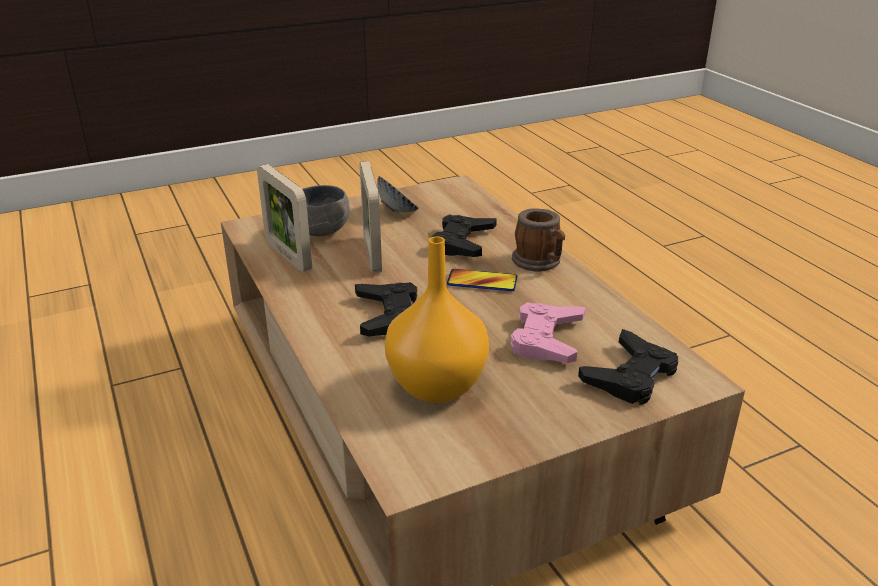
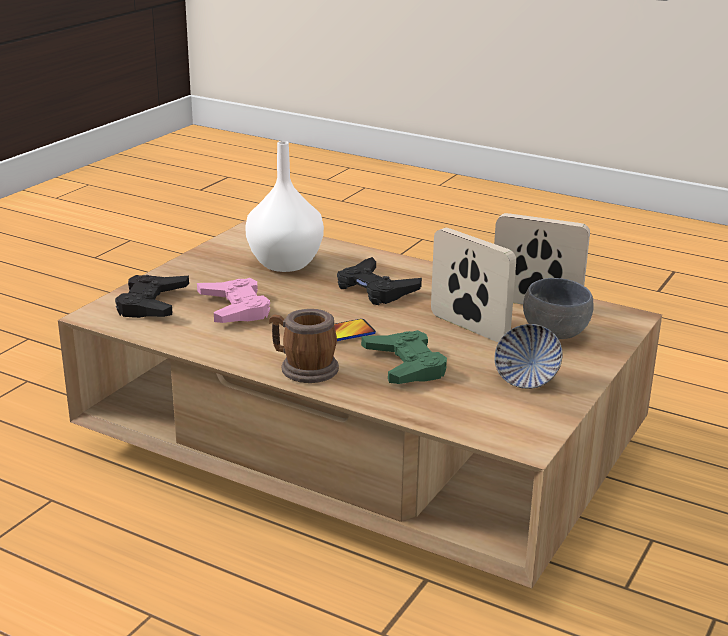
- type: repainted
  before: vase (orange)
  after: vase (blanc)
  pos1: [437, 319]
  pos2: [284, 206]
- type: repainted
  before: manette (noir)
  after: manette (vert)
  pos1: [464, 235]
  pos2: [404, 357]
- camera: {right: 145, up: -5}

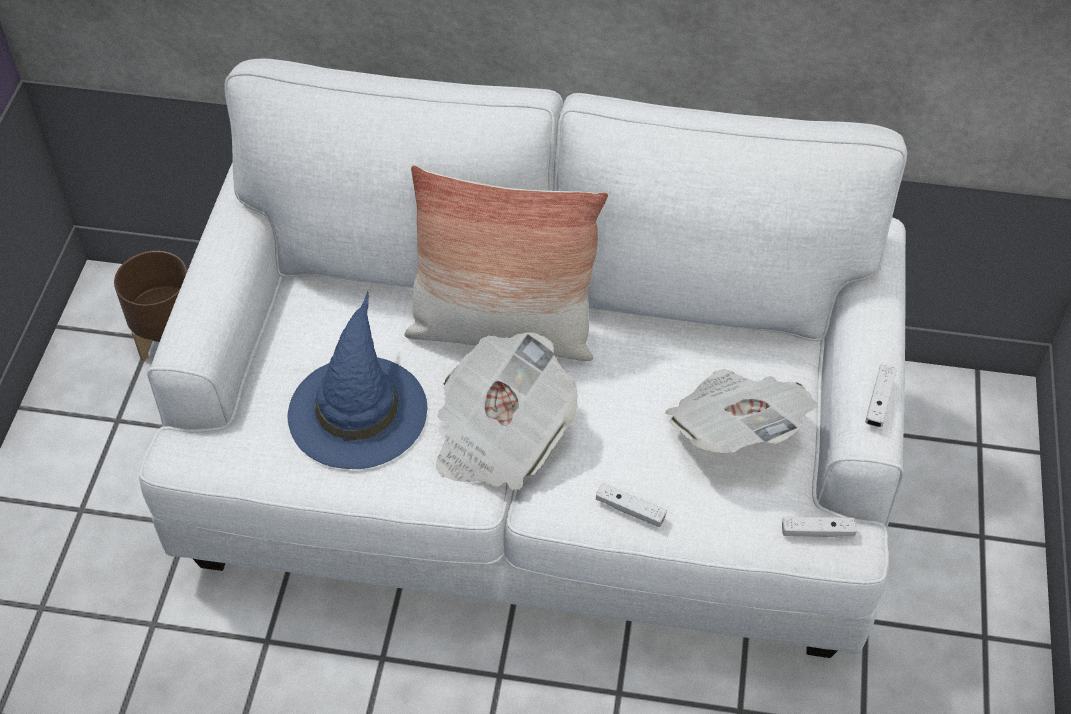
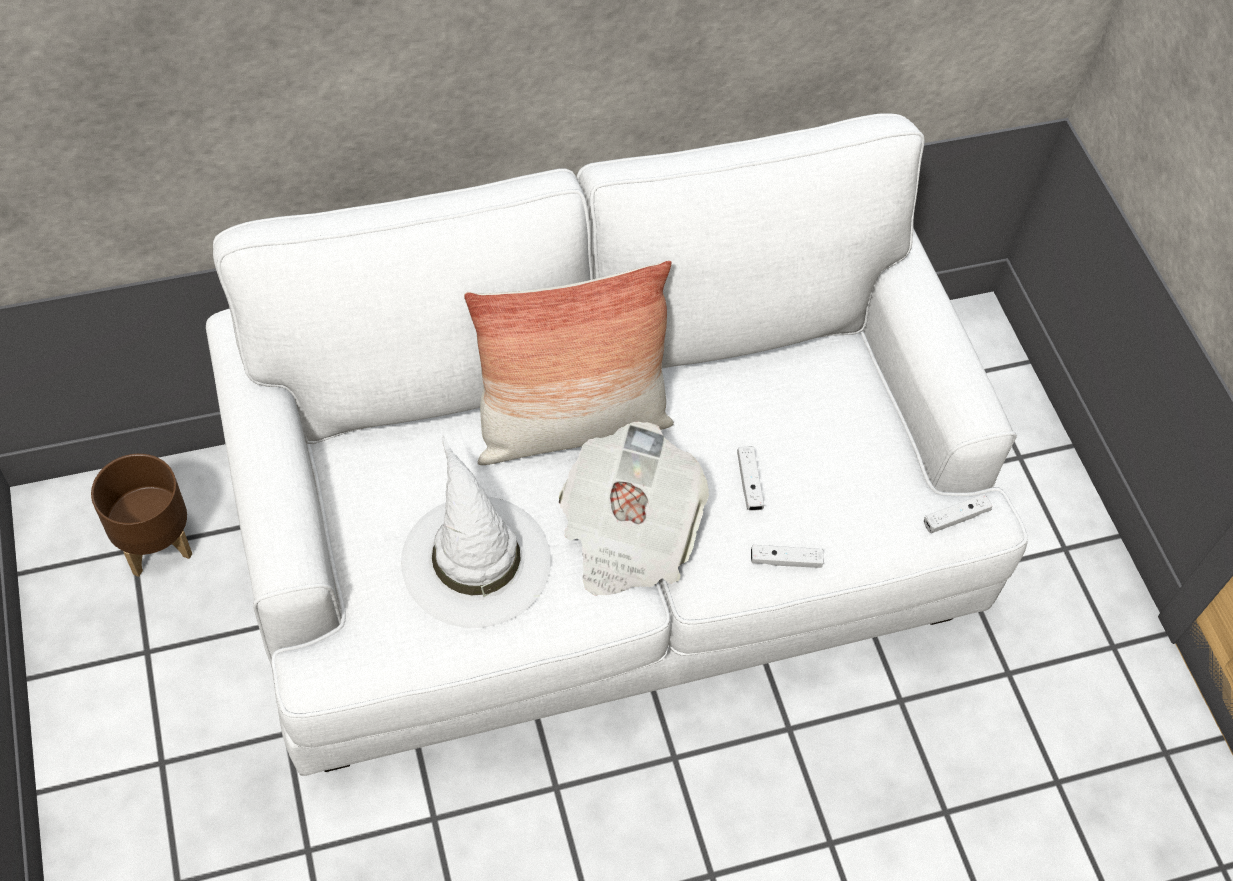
- type: repainted
  before: chapeau (bleu)
  after: chapeau (blanc)
  pos1: [358, 380]
  pos2: [476, 532]
- type: shifted
  before: manette (blanc)
  pos1: [881, 396]
  pos2: [750, 478]
- type: gone
  before: journal
  pos1: [741, 411]
- camera: {right: -30, up: 5}

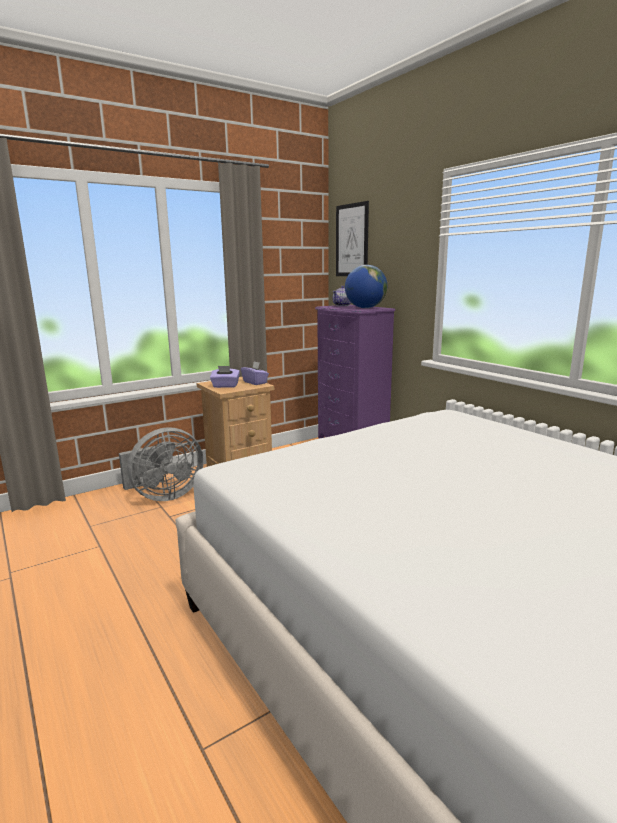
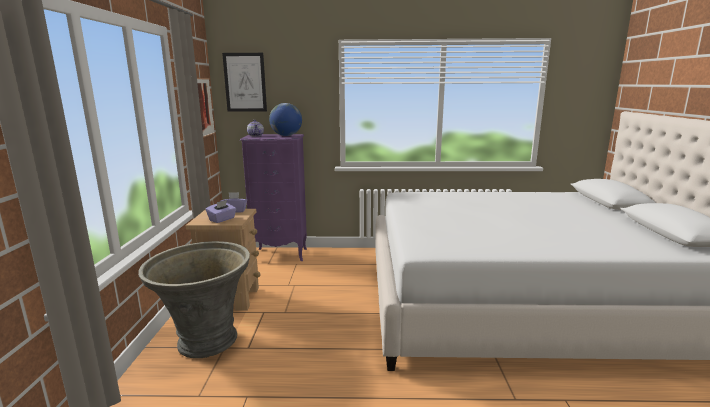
- type: swapped
  before: ventilateur (gris)
  after: cache-pot (gris)
  pos1: [161, 464]
  pos2: [194, 299]
- type: new
  after: tableau
  pos2: [206, 107]
- camera: {right: -55, up: 0}

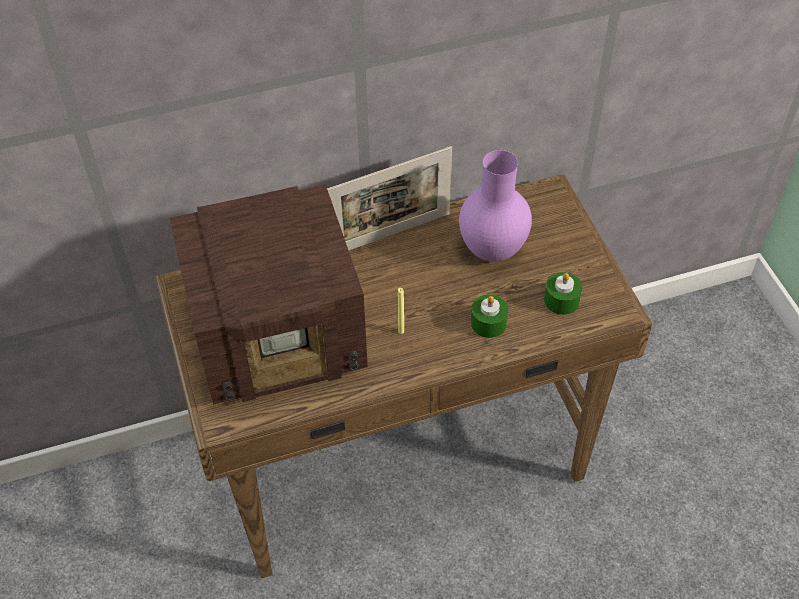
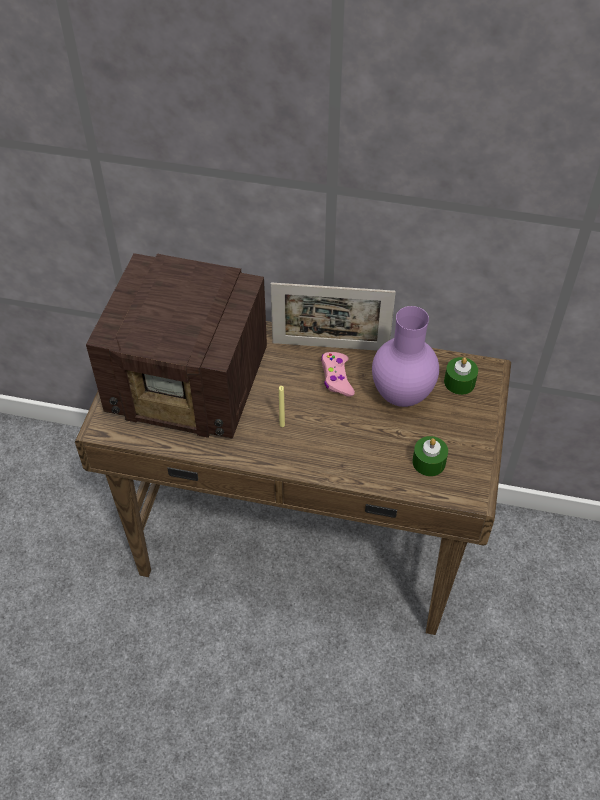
- type: new
  after: manette (rose)
  pos2: [338, 374]
- type: shifted
  before: bougie (vert)
  pos1: [489, 316]
  pos2: [461, 376]
- camera: {right: 30, up: 0}

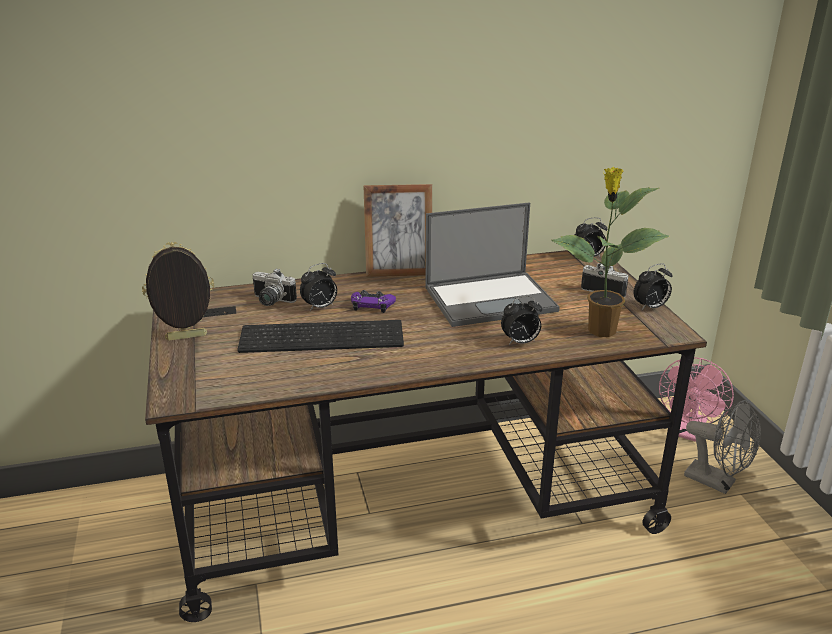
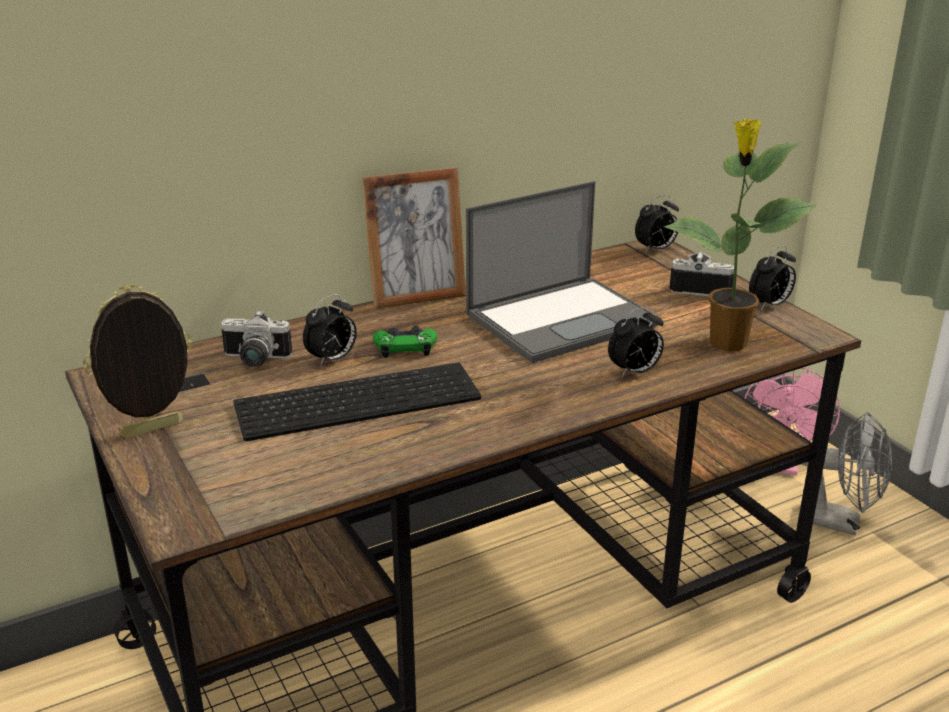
- type: repainted
  before: manette (violet)
  after: manette (vert)
  pos1: [373, 301]
  pos2: [405, 342]
- camera: {right: -15, up: 0}

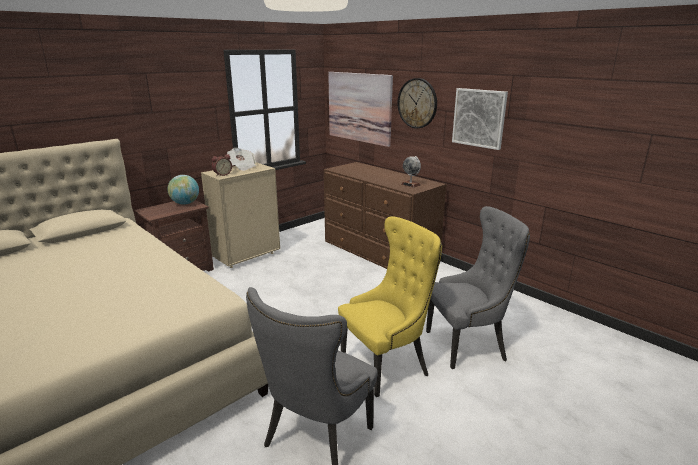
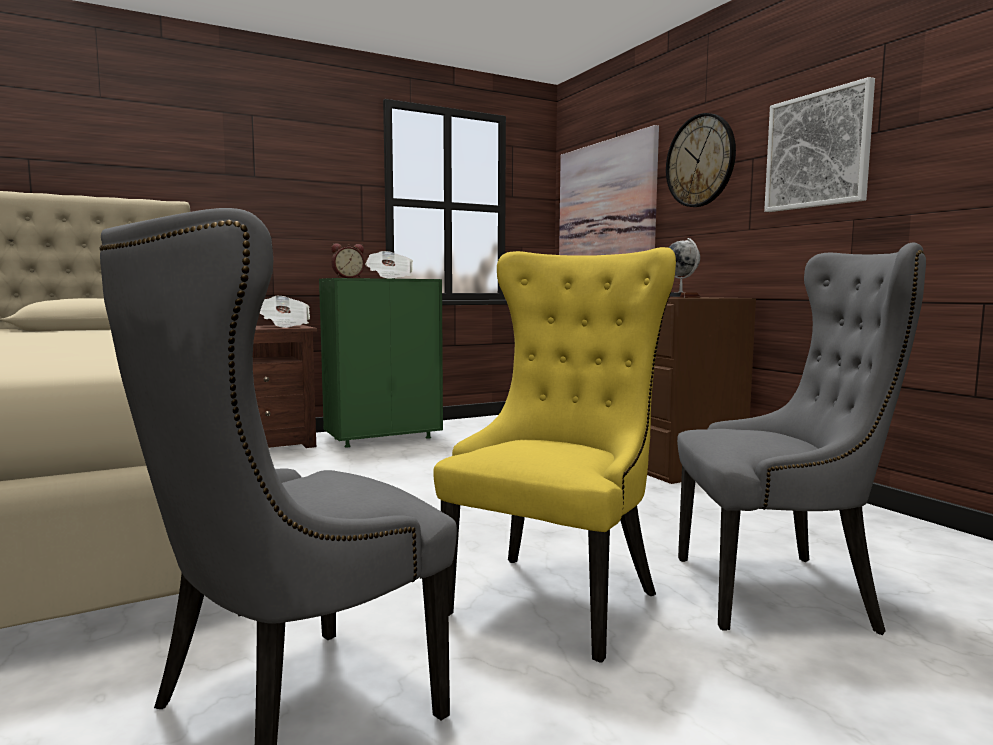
- type: swapped
  before: globe
  after: journal
  pos1: [183, 190]
  pos2: [285, 312]
- type: repainted
  before: meuble de rangement (beige)
  after: meuble de rangement (vert)
  pos1: [240, 215]
  pos2: [381, 362]
- type: rotated
  before: chaise (jaune)
  pos1: [390, 306]
  pos2: [554, 455]
  turn: -45
- camera: {right: 15, up: -15}

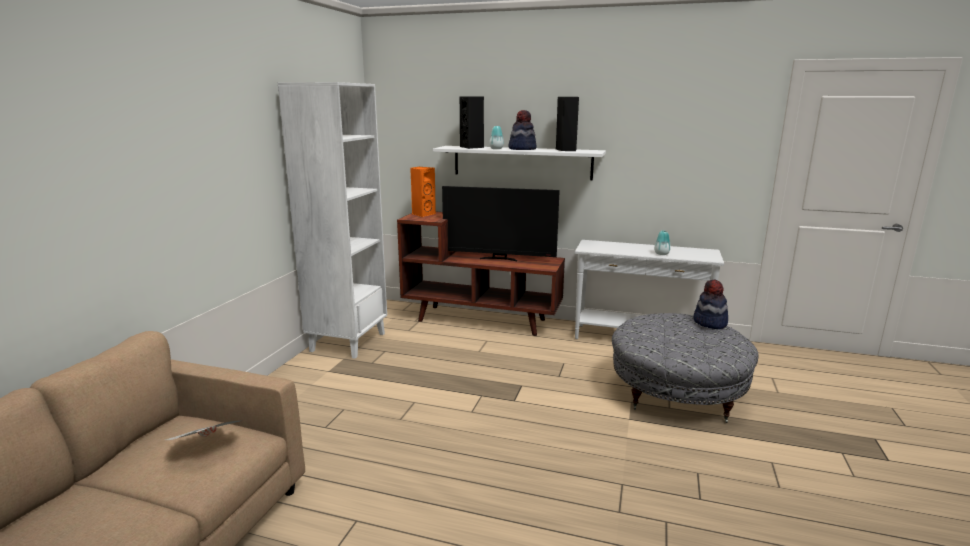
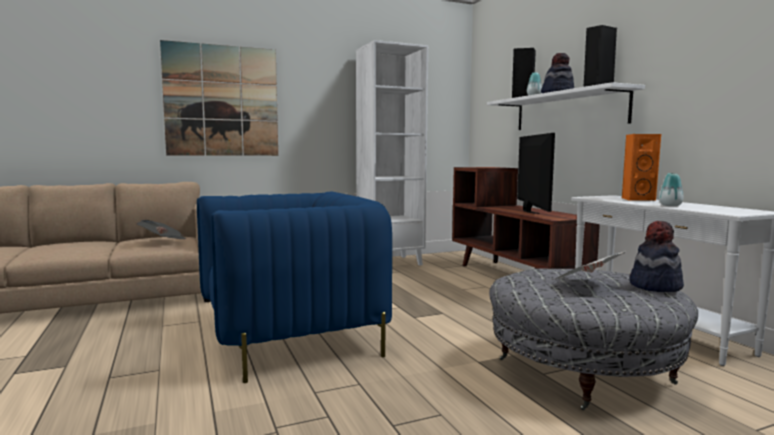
- type: new
  after: tableau
  pos2: [219, 98]
- type: new
  after: fauteuil (bleu)
  pos2: [294, 287]
- type: rotated
  before: téléviseur
  pos1: [501, 223]
  pos2: [536, 173]
  turn: -150
- type: new
  after: journal
  pos2: [588, 265]
- type: shifted
  before: enceinte (orange)
  pos1: [423, 192]
  pos2: [641, 167]
- camera: {right: 50, up: -10}

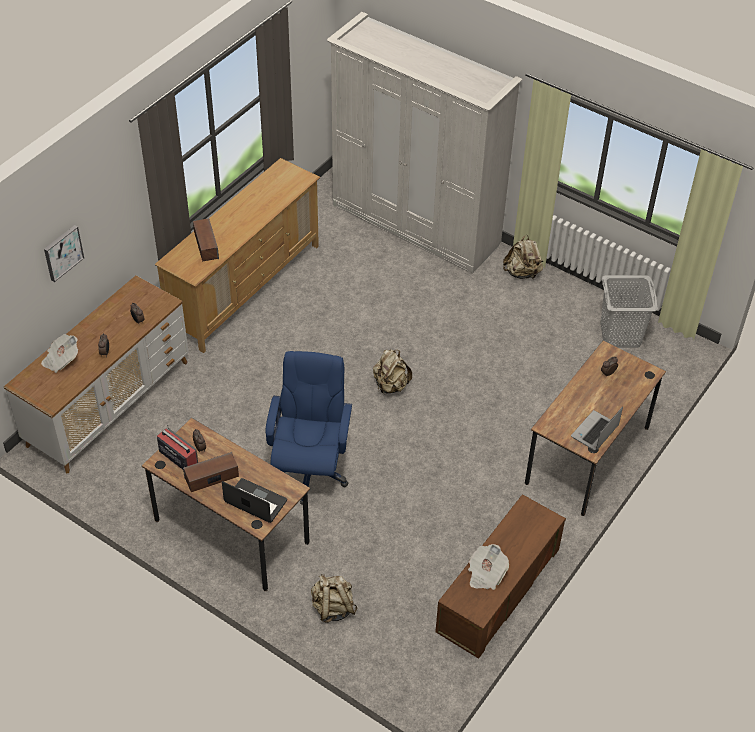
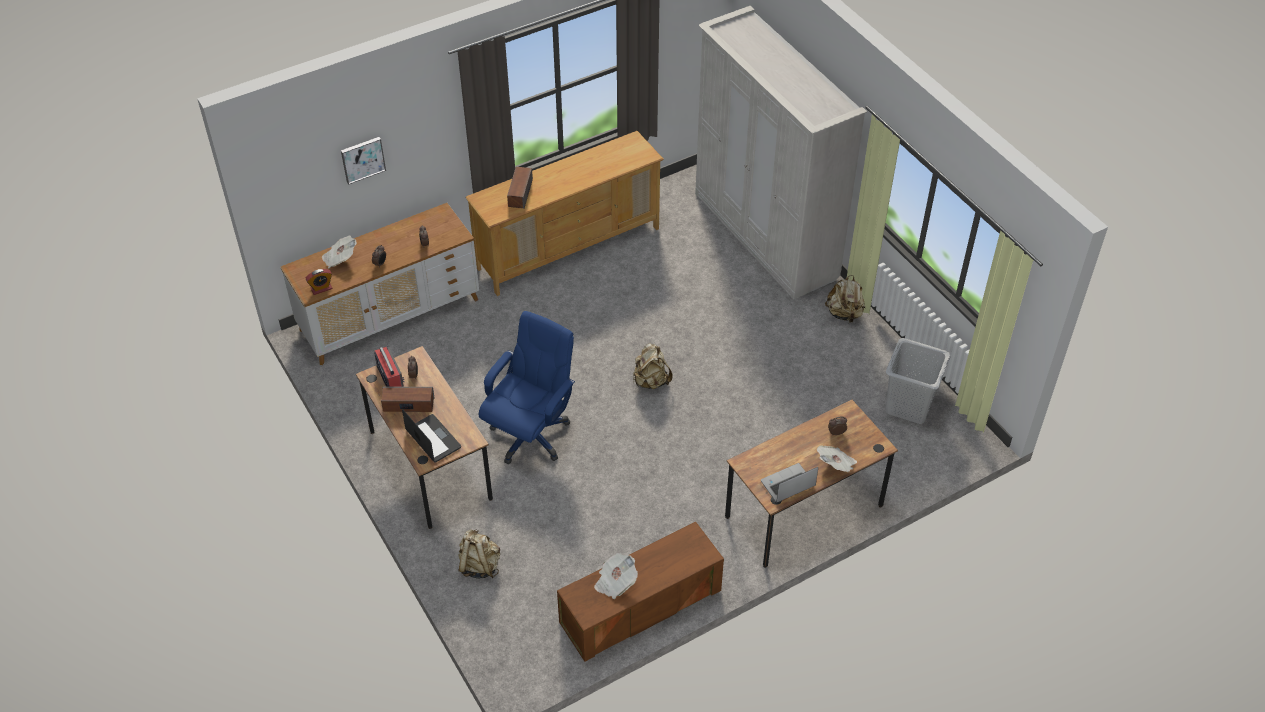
- type: new
  after: réveil
  pos2: [319, 282]
- type: new
  after: journal
  pos2: [837, 458]
- camera: {right: 25, up: 0}

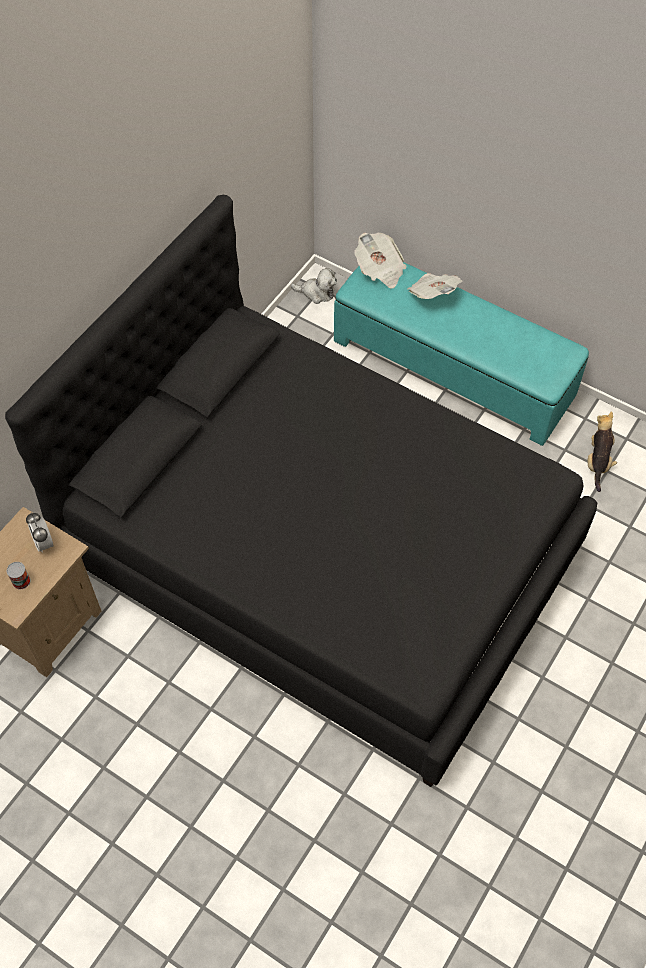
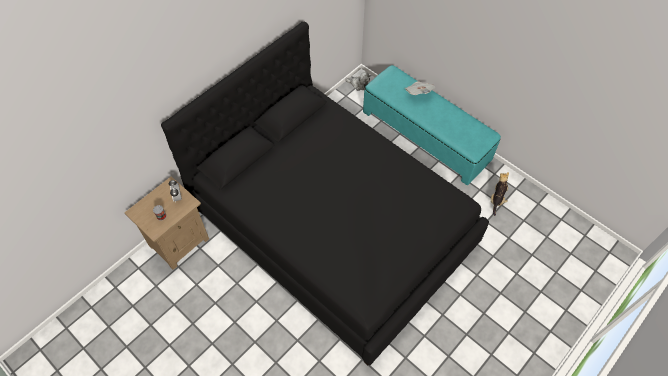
- type: gone
  before: journal
  pos1: [380, 260]
- camera: {right: 10, up: 0}

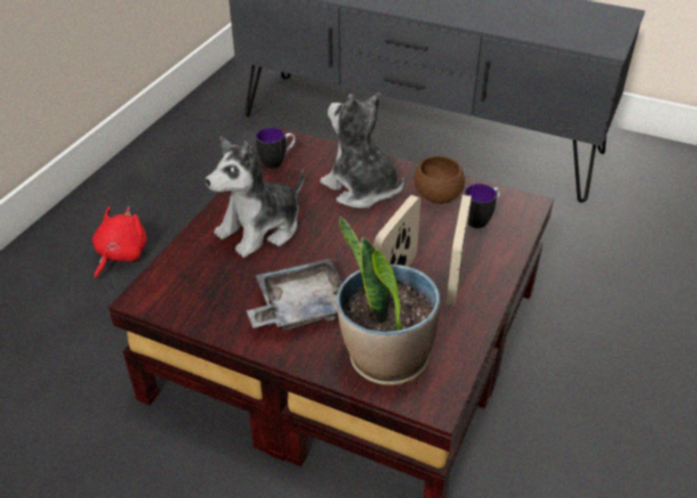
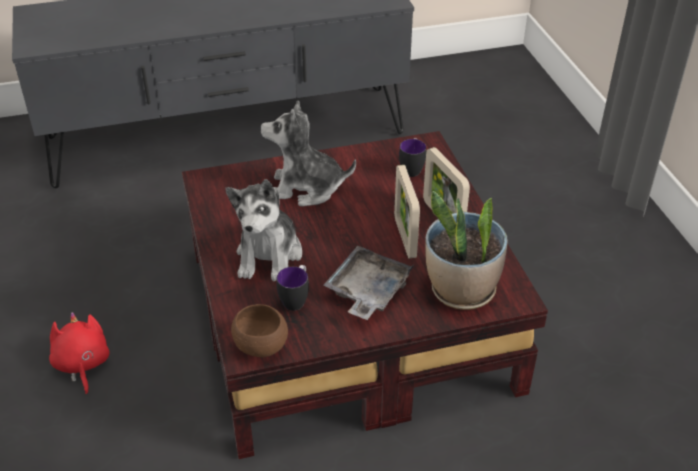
- type: shifted
  before: bol (marron)
  pos1: [439, 180]
  pos2: [259, 330]
- type: shifted
  before: mug
  pos1: [275, 148]
  pos2: [292, 288]
- camera: {right: -40, up: 0}

